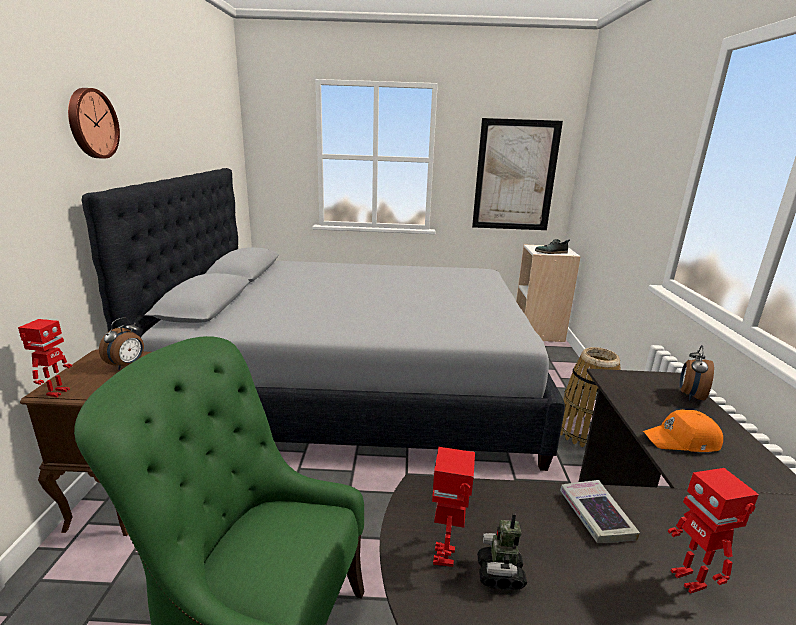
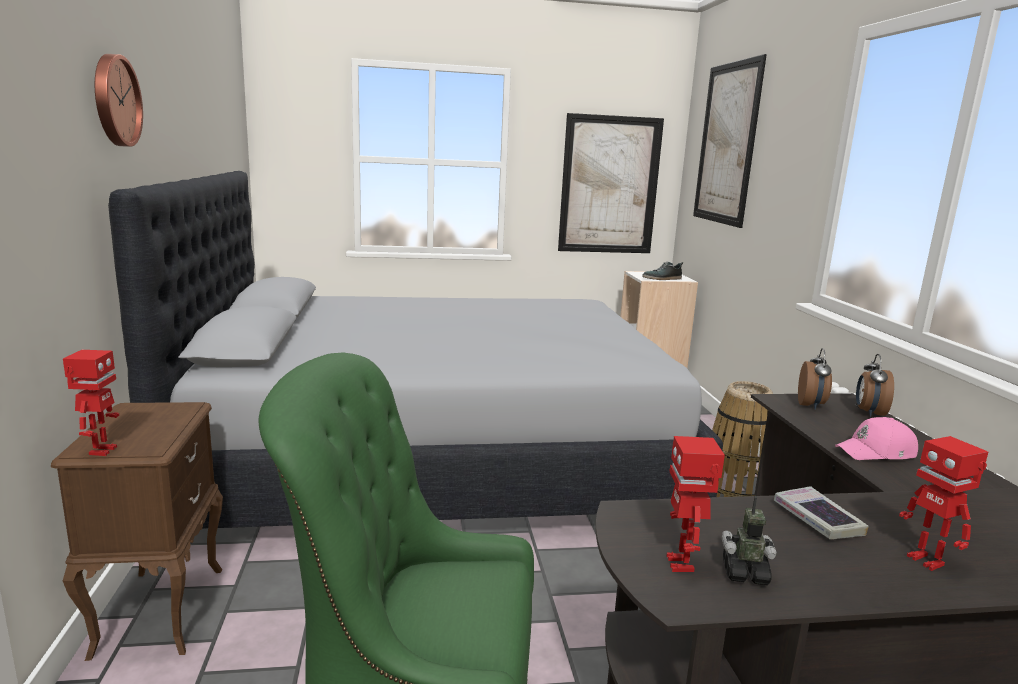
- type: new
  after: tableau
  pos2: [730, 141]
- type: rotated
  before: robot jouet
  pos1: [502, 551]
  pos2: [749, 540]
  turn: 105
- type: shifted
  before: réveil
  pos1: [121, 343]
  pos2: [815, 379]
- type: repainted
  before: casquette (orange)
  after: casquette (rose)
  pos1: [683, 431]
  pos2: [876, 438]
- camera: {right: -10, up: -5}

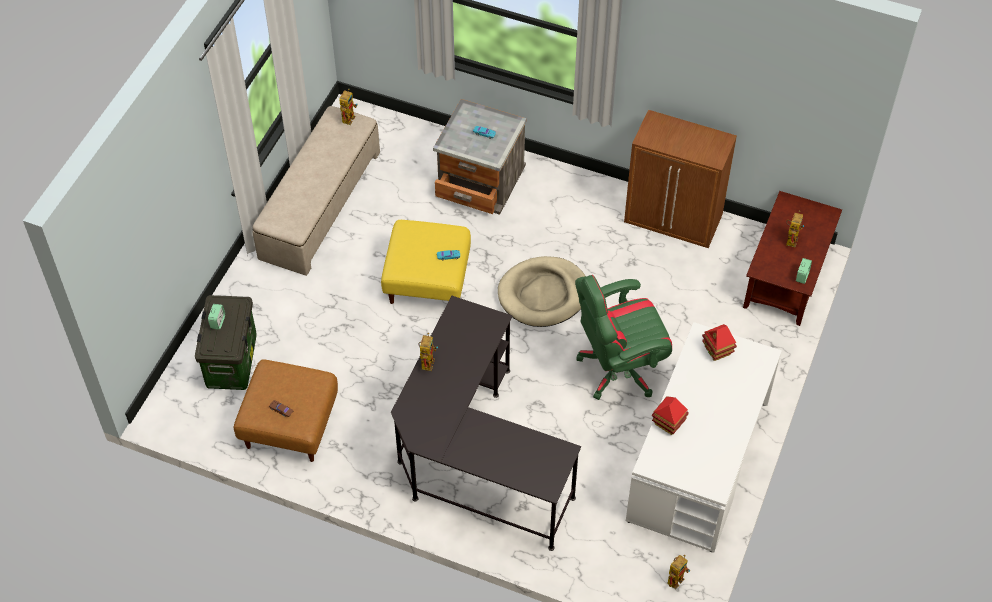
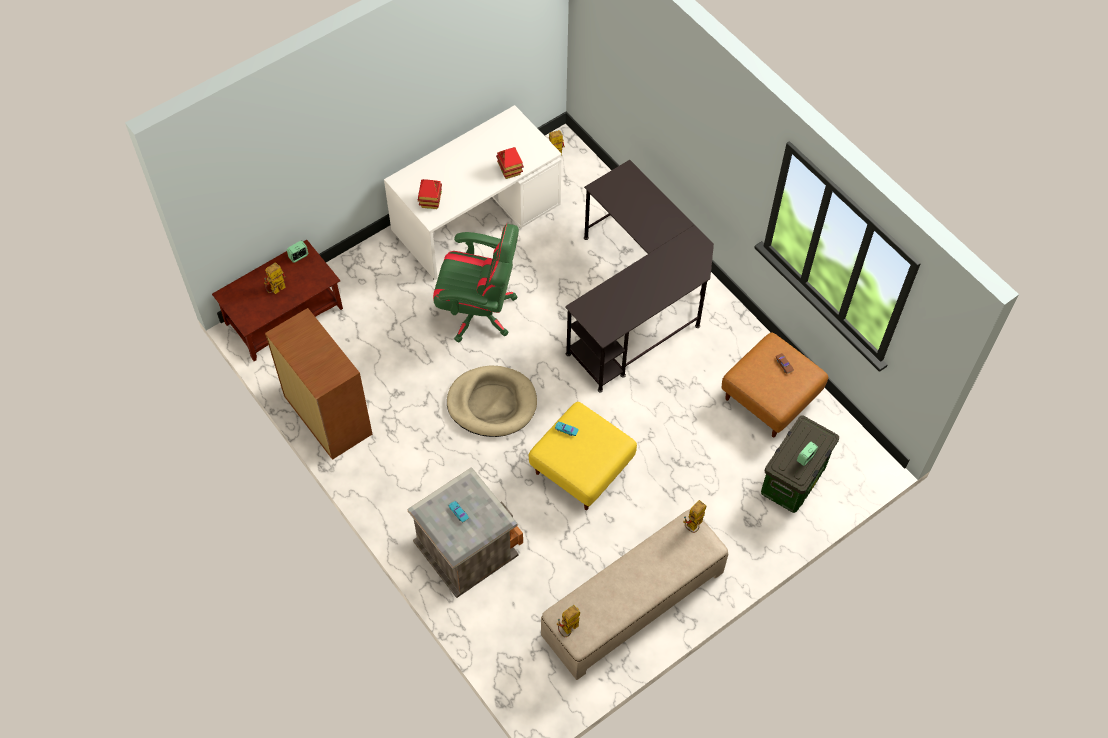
- type: shifted
  before: robot jouet
  pos1: [428, 352]
  pos2: [694, 516]
- camera: {right: -150, up: 5}

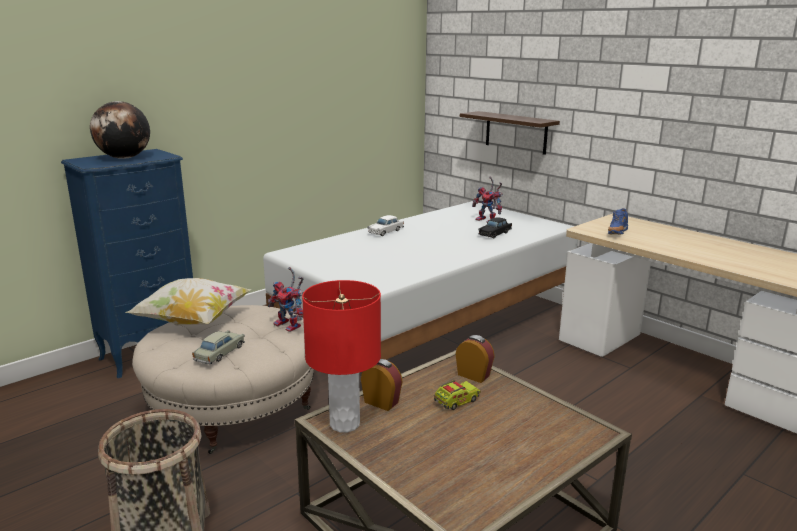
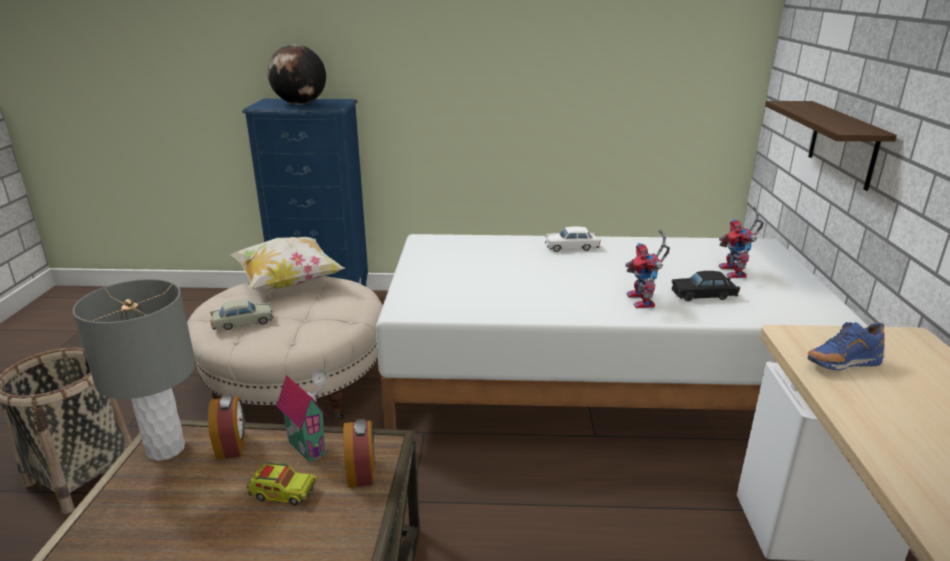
- type: repainted
  before: lampe de table (rouge)
  after: lampe de table (gris)
  pos1: [341, 356]
  pos2: [134, 370]
- type: new
  after: maison miniature
  pos2: [302, 415]
- type: shifted
  before: robot jouet
  pos1: [286, 299]
  pos2: [647, 268]
- camera: {right: 45, up: 5}

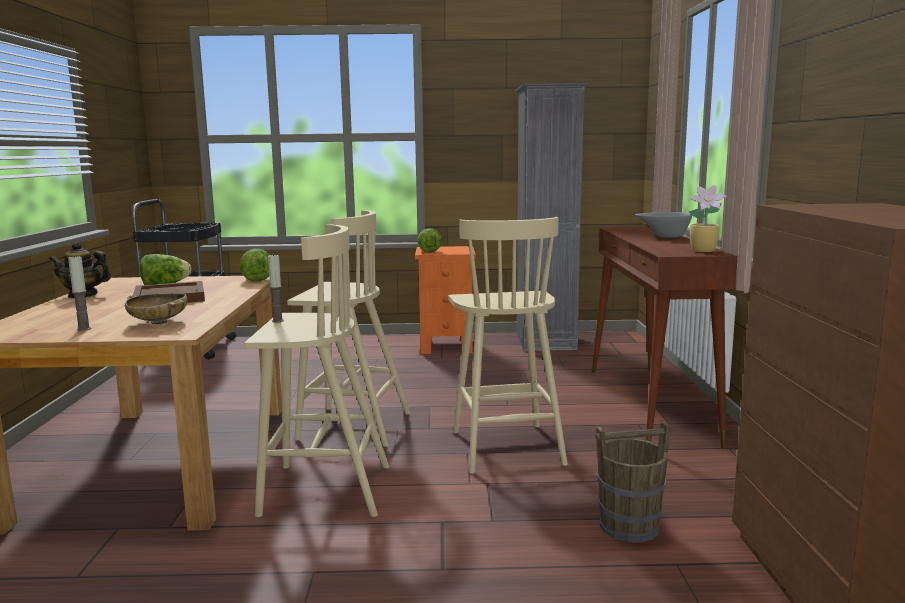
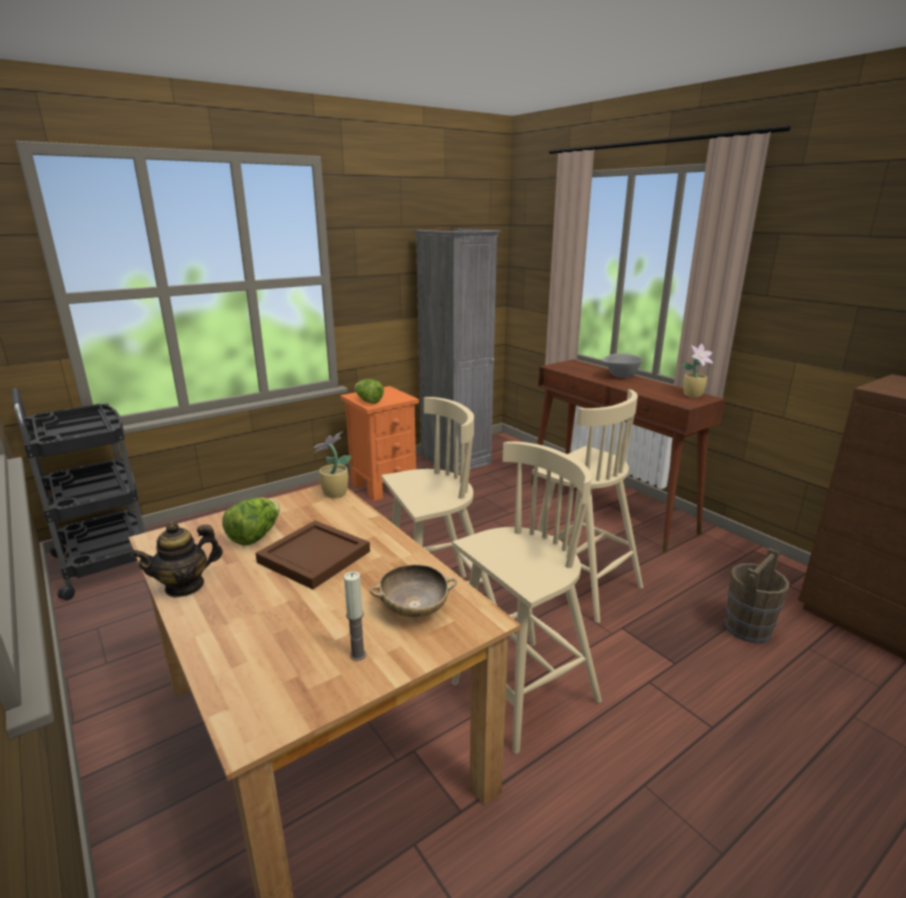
- type: swapped
  before: laitue
  after: plante en pot
  pos1: [255, 265]
  pos2: [333, 465]
- type: gone
  before: bougie
  pos1: [276, 288]
- camera: {right: -35, up: 10}

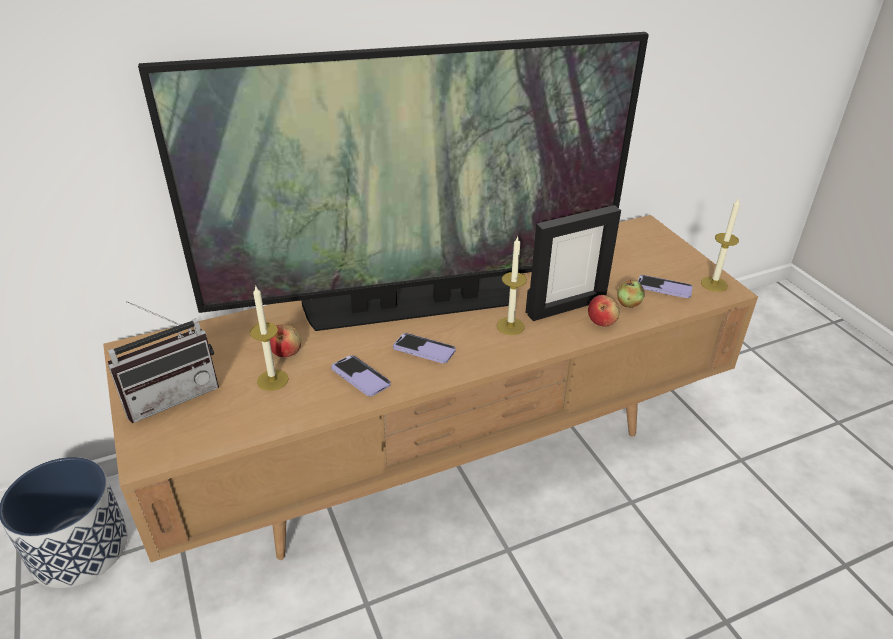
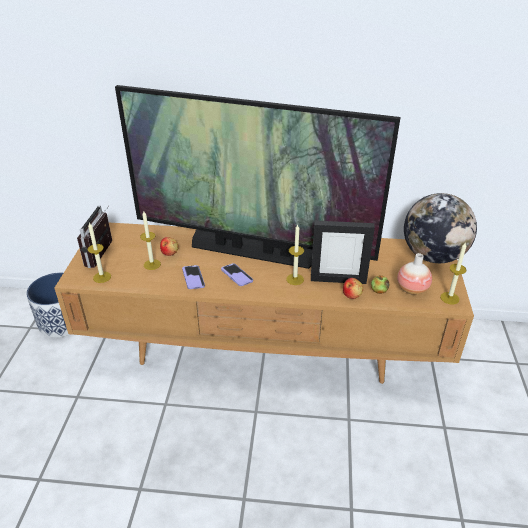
- type: rotated
  before: radio
  pos1: [163, 362]
  pos2: [94, 236]
  turn: 105
- type: new
  after: bougie
  pos2: [99, 252]
- type: swapped
  before: téléphone
  after: vase
  pos1: [665, 286]
  pos2: [414, 274]
- type: new
  after: globe
  pos2: [440, 228]
- camera: {right: 30, up: 0}

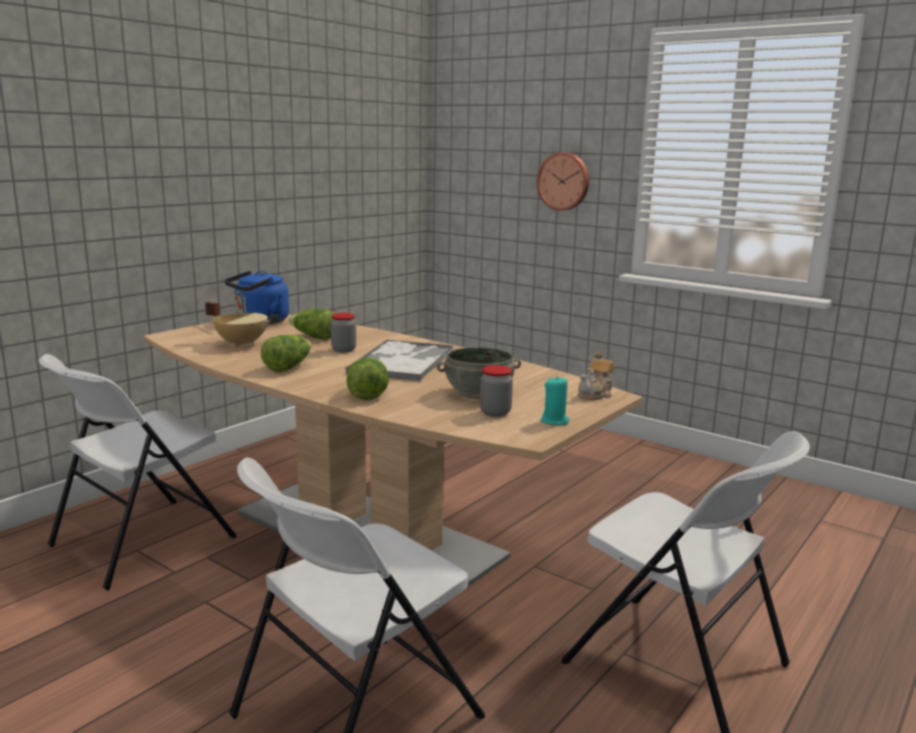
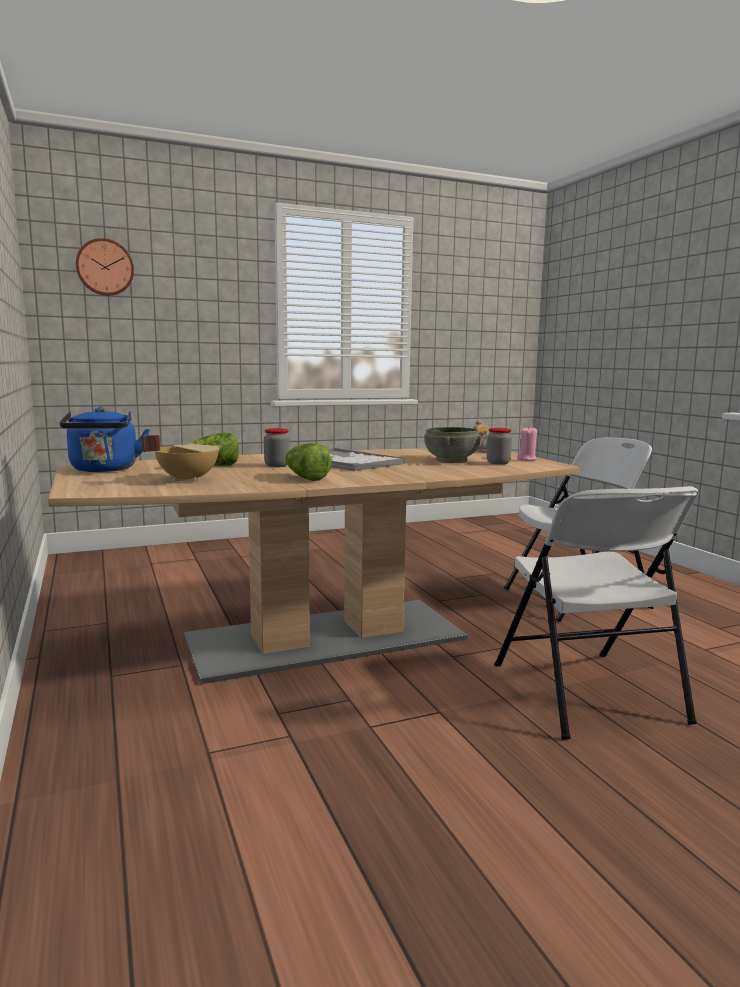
- type: shifted
  before: horloge murale
  pos1: [563, 181]
  pos2: [105, 267]
- type: repainted
  before: bougie (turquoise)
  after: bougie (rose)
  pos1: [555, 400]
  pos2: [527, 444]
- type: gone
  before: chaise (blanc)
  pos1: [137, 472]
- type: gone
  before: laitue
  pos1: [368, 379]
- camera: {right: -60, up: -5}

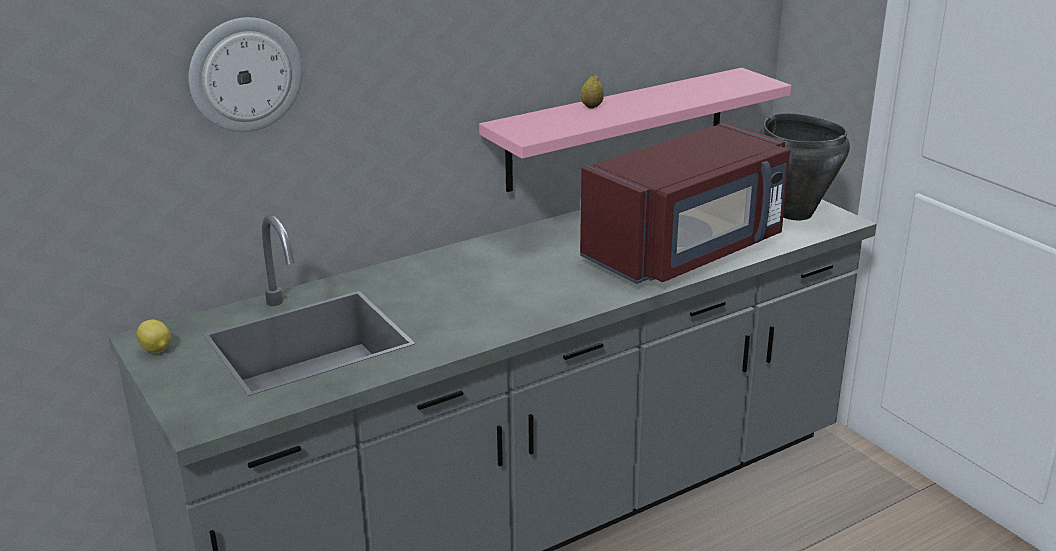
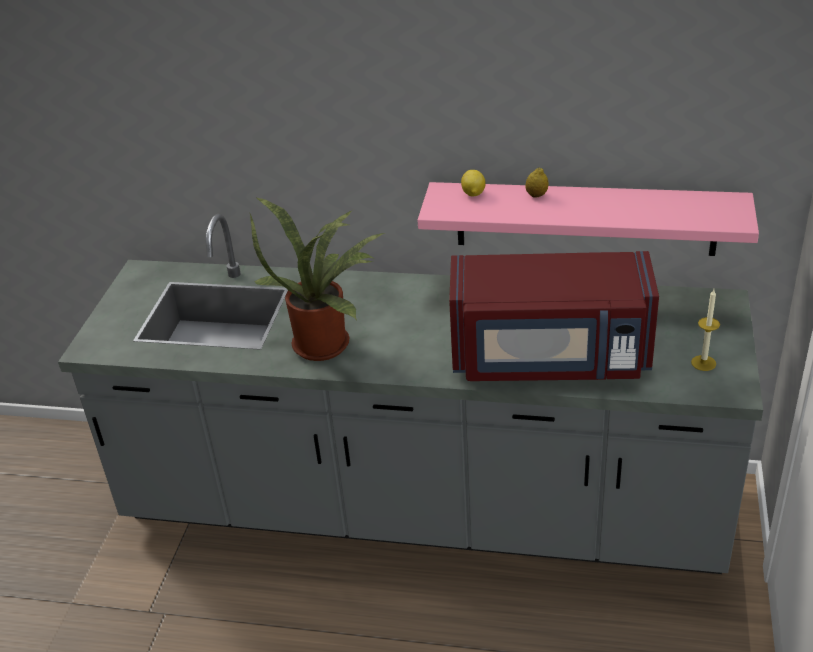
- type: new
  after: plante en pot
  pos2: [317, 279]
- type: shifted
  before: citron
  pos1: [153, 336]
  pos2: [473, 183]
- type: swapped
  before: marmite (noir)
  after: bougie
  pos1: [804, 166]
  pos2: [705, 330]
- type: gone
  before: horloge murale
  pos1: [246, 74]
- camera: {right: 45, up: 10}

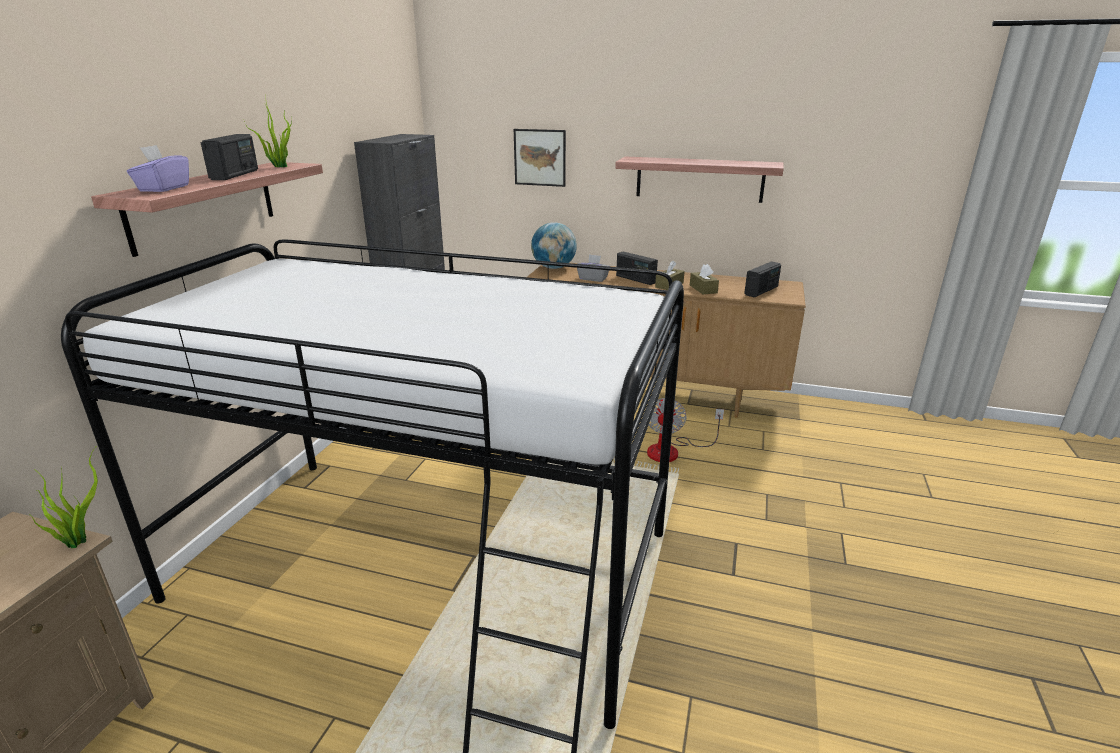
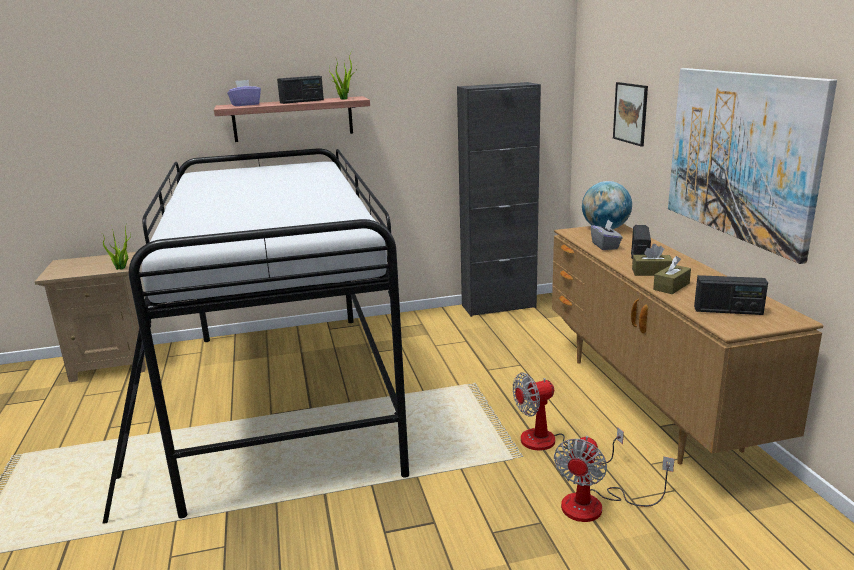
- type: new
  after: ventilateur
  pos2: [614, 479]
- type: swapped
  before: étagère
  after: tableau
  pos1: [699, 180]
  pos2: [752, 166]
- camera: {right: 60, up: -5}

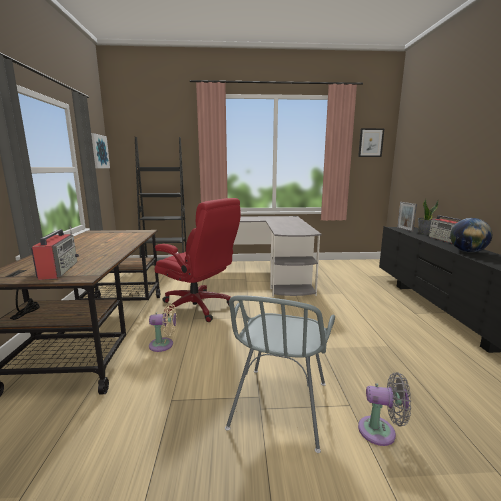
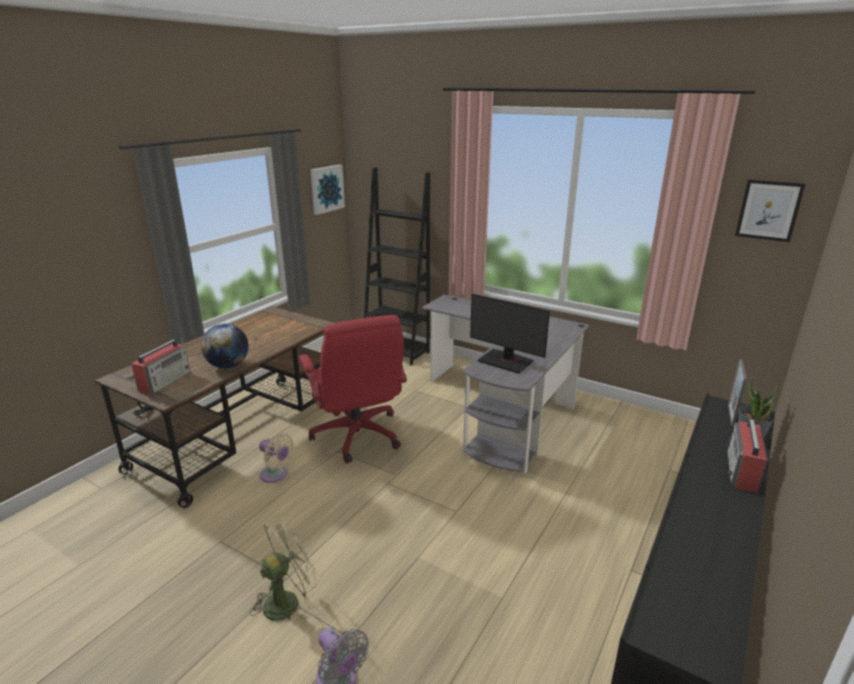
- type: shifted
  before: globe
  pos1: [471, 235]
  pos2: [225, 346]
- type: swapped
  before: chaise (gris)
  after: ventilateur (vert)
  pos1: [280, 374]
  pos2: [284, 569]
- type: new
  after: écran d'ordinateur
  pos2: [510, 334]
- camera: {right: 35, up: 10}

